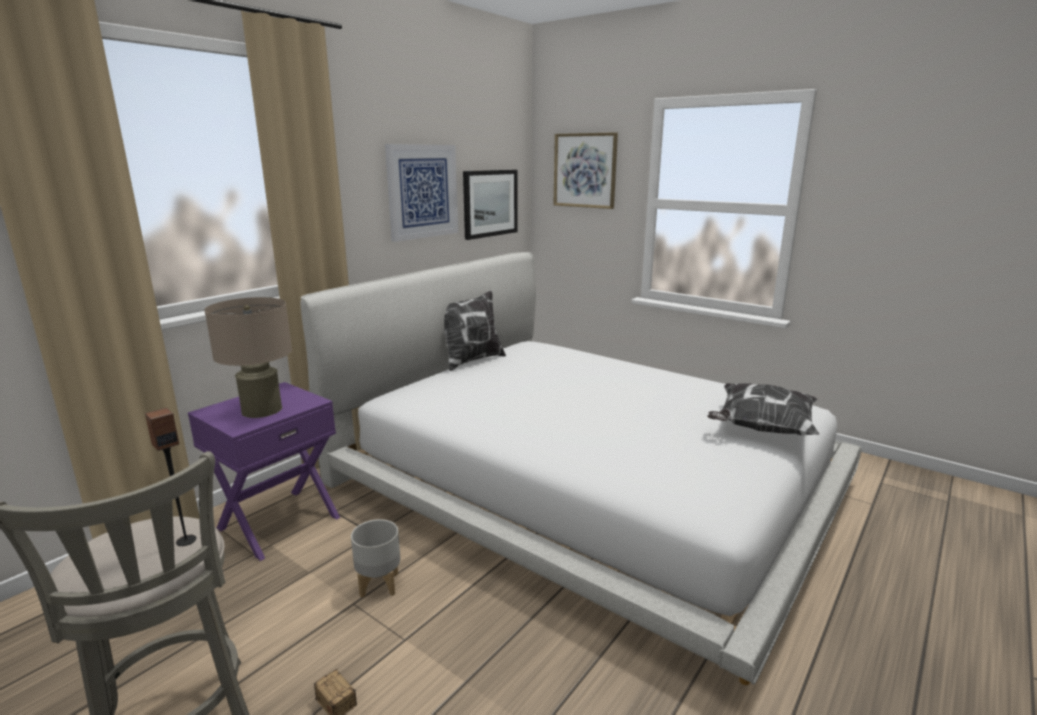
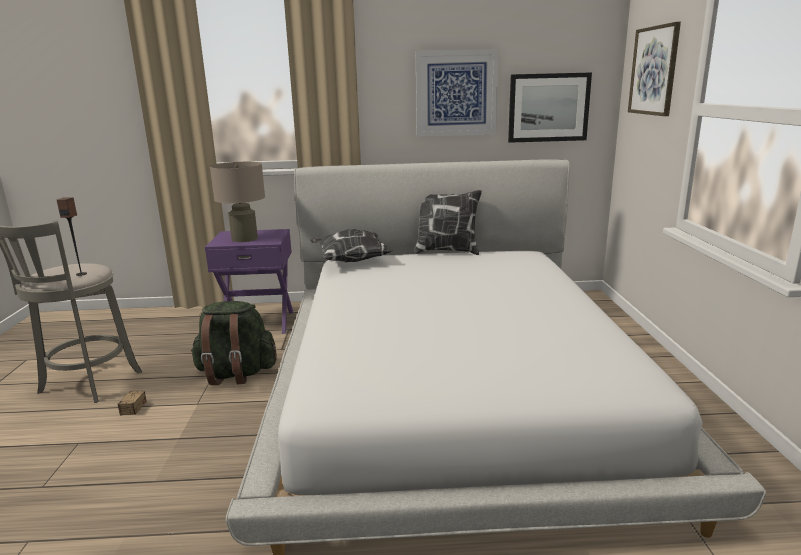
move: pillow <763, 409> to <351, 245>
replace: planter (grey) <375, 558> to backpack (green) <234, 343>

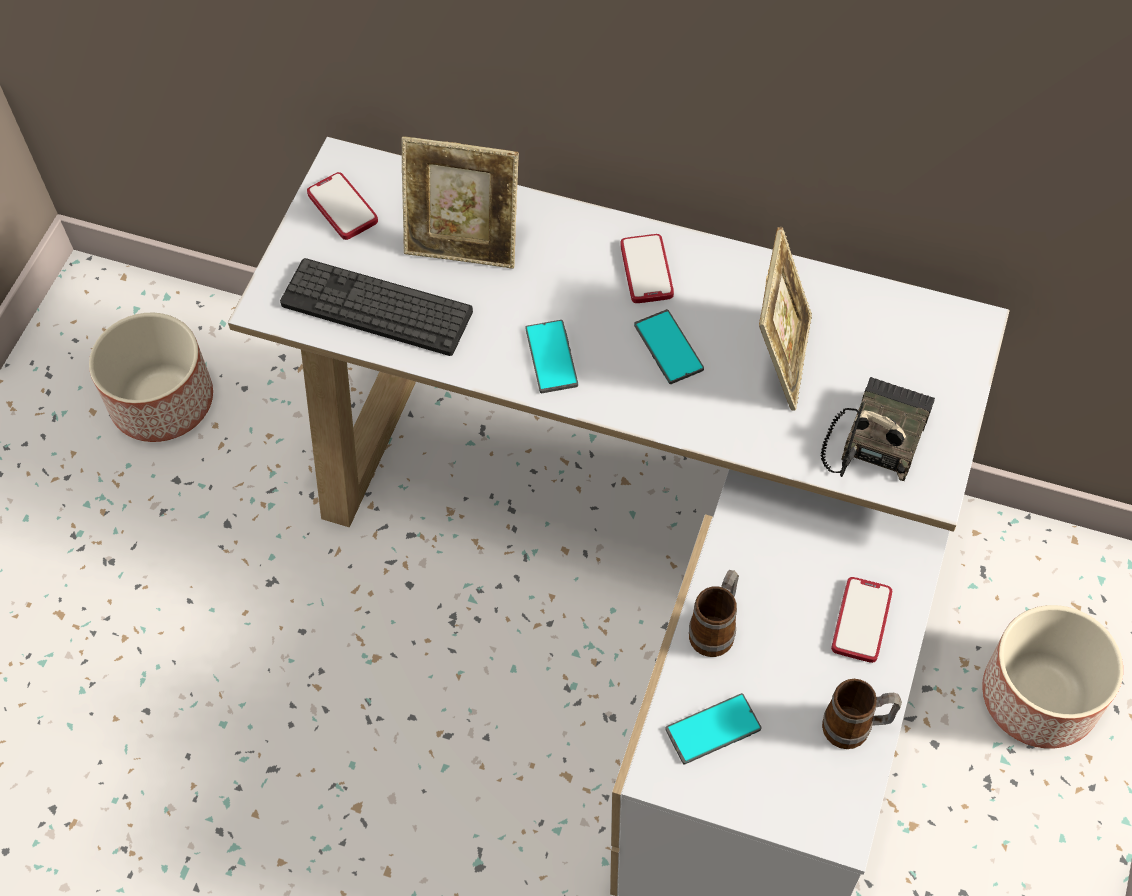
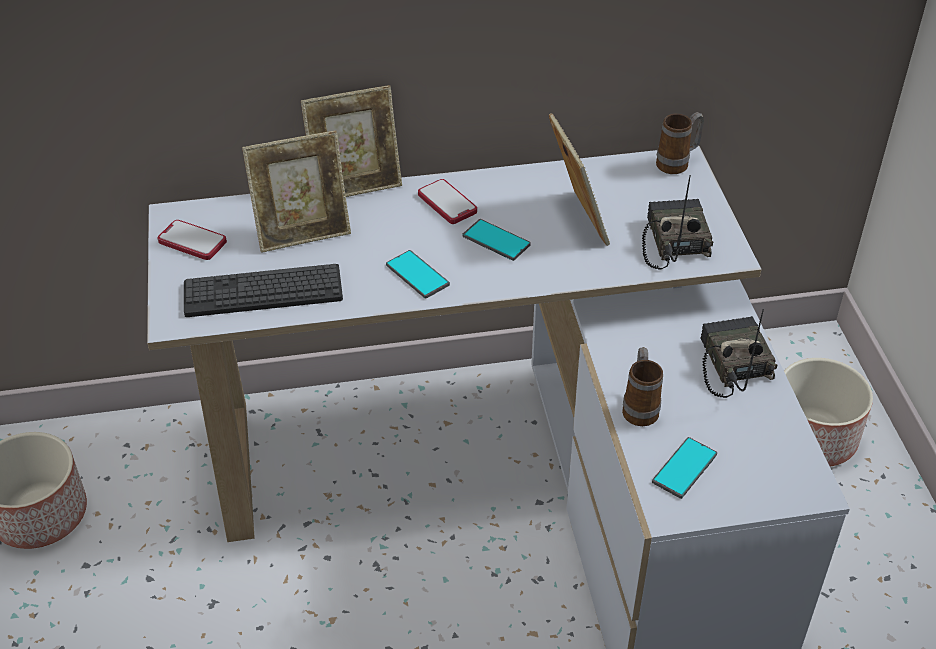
insert: picture frame <351, 141>
move: mug <862, 714> to <680, 143>
replace: phone <861, 620> to radio <739, 353>

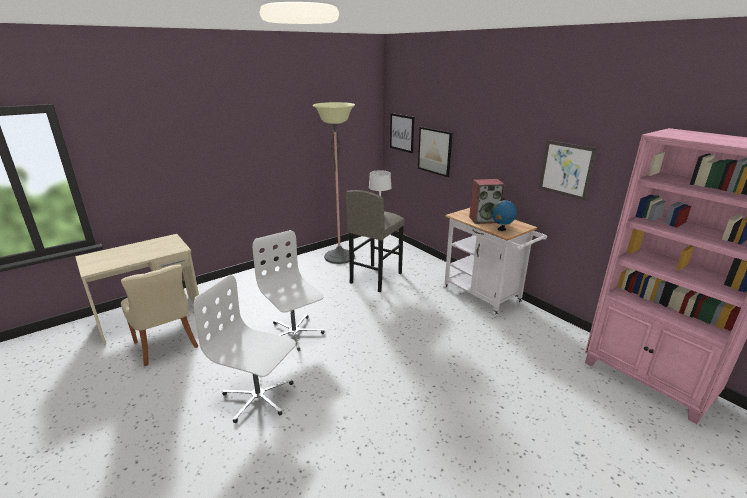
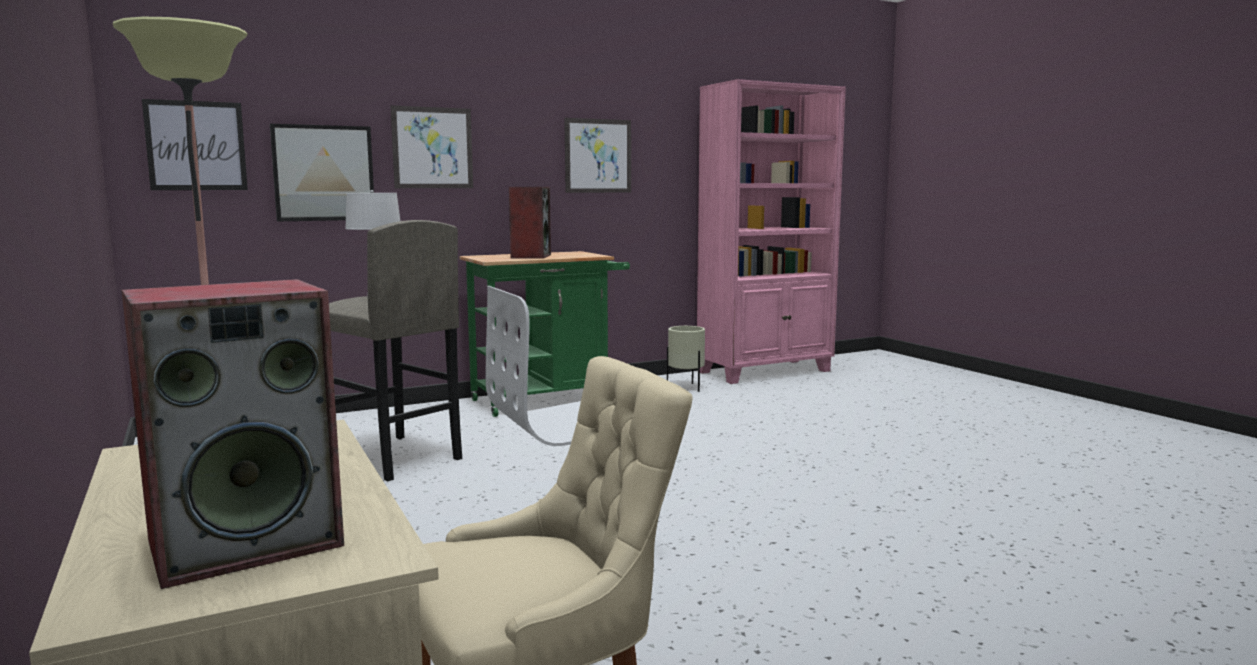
delete: office chair (white) <245, 349>; globe <504, 214>
insert: speaker <232, 434>; picture <432, 146>; planter (beige) <686, 359>
recolor: cart (white) <495, 262> to cart (green) <544, 334>

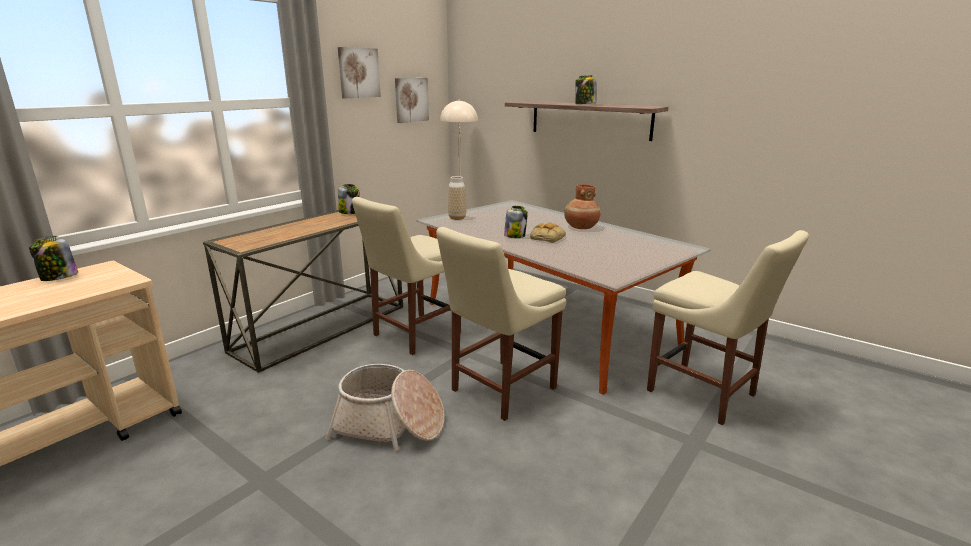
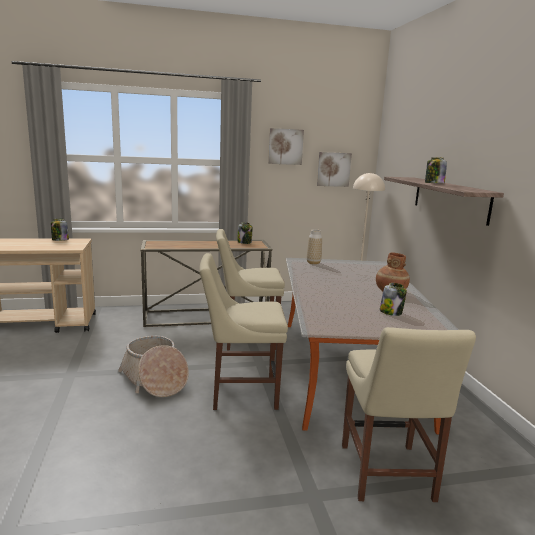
delete: bread <548, 232>
move: jar <516, 222> to <393, 299>

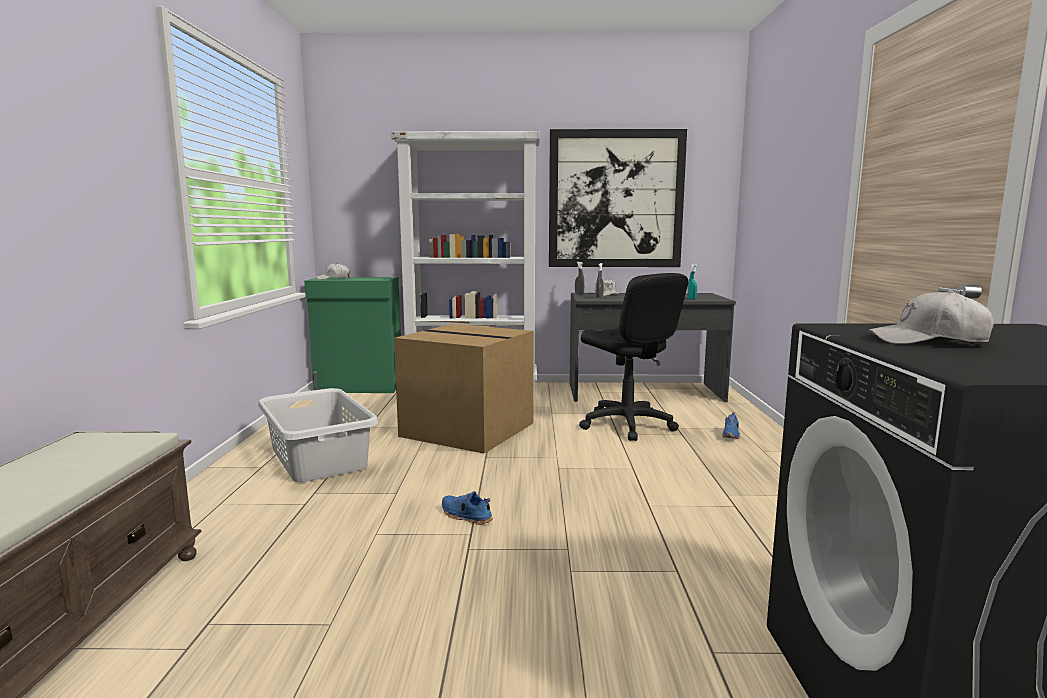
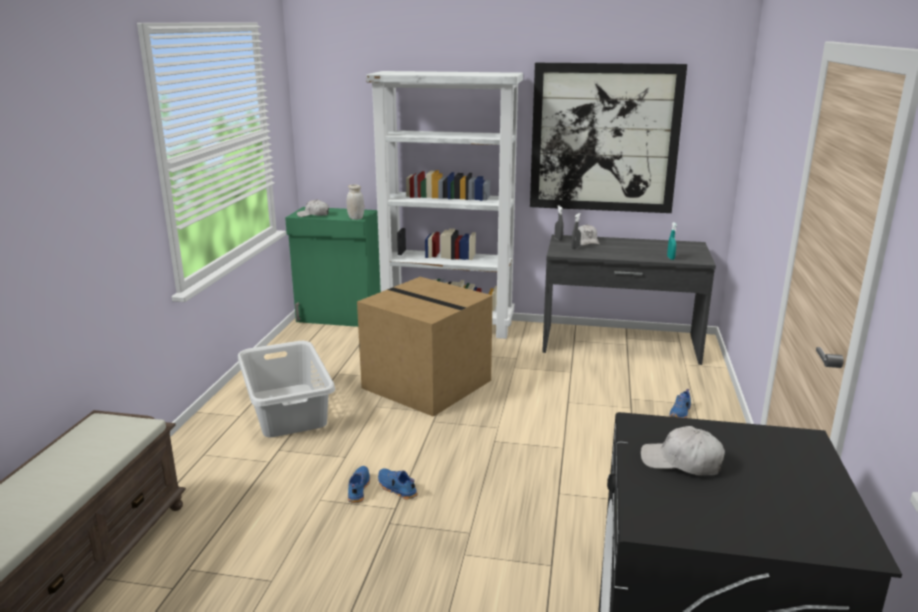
delete: office chair (black) <633, 357>
insert: jar (white) <355, 202>; shoe (blue) <359, 484>

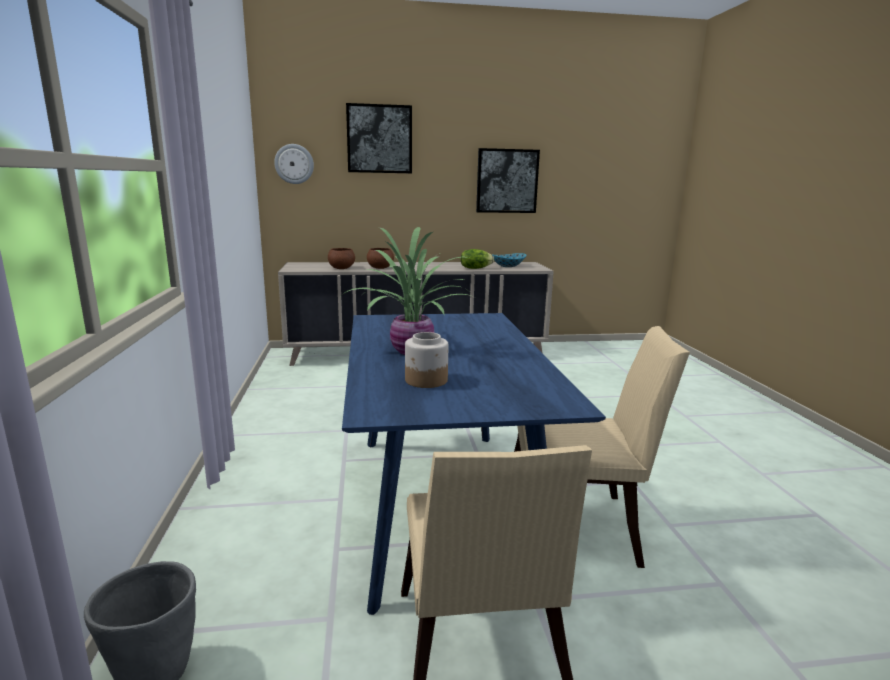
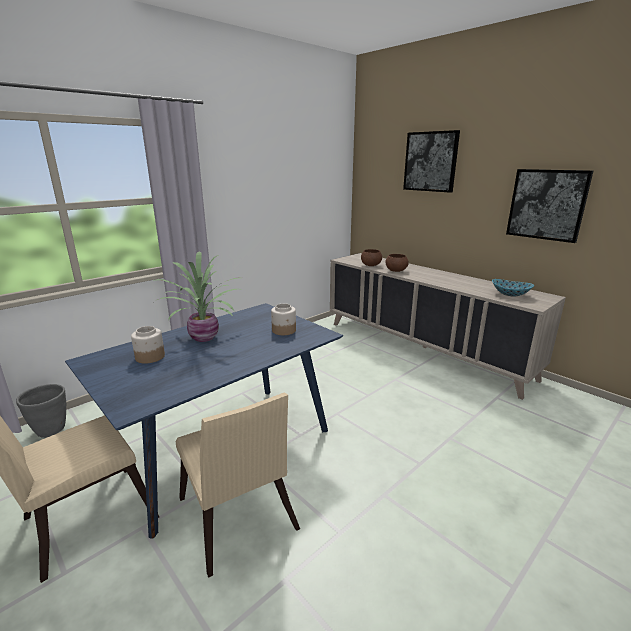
delete: wall clock <294, 164>; lettuce <477, 259>
insert: jar <283, 319>

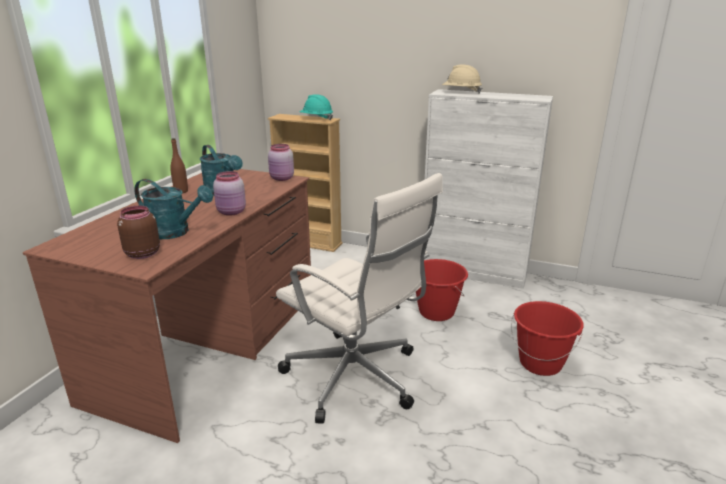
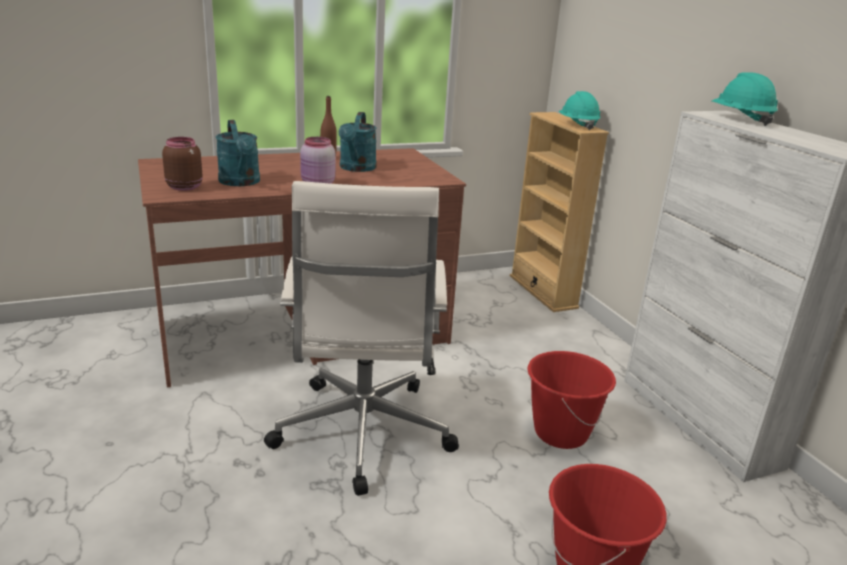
delete: jar (pink) <281, 162>
recolor: hard hat (beige) <462, 78> to hard hat (turquoise) <745, 99>

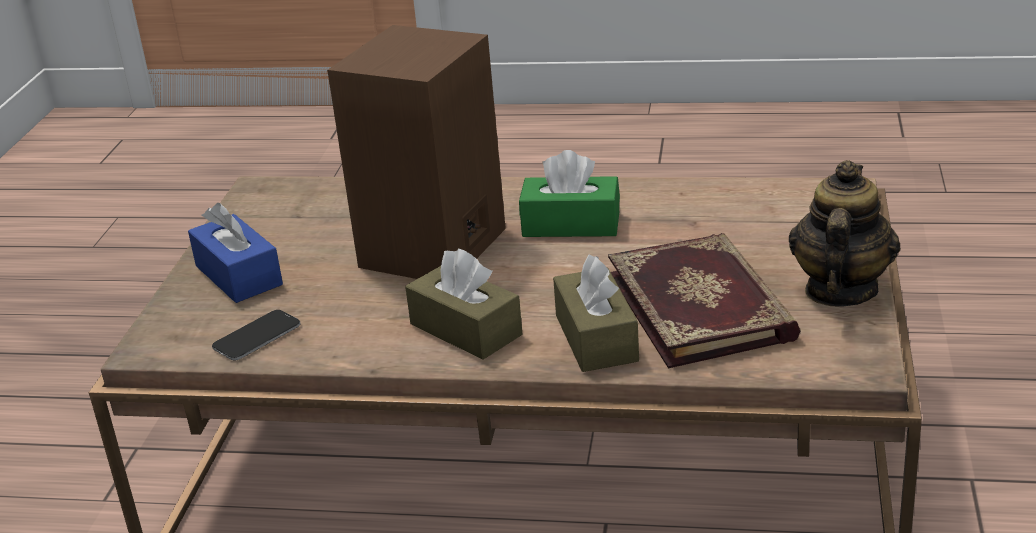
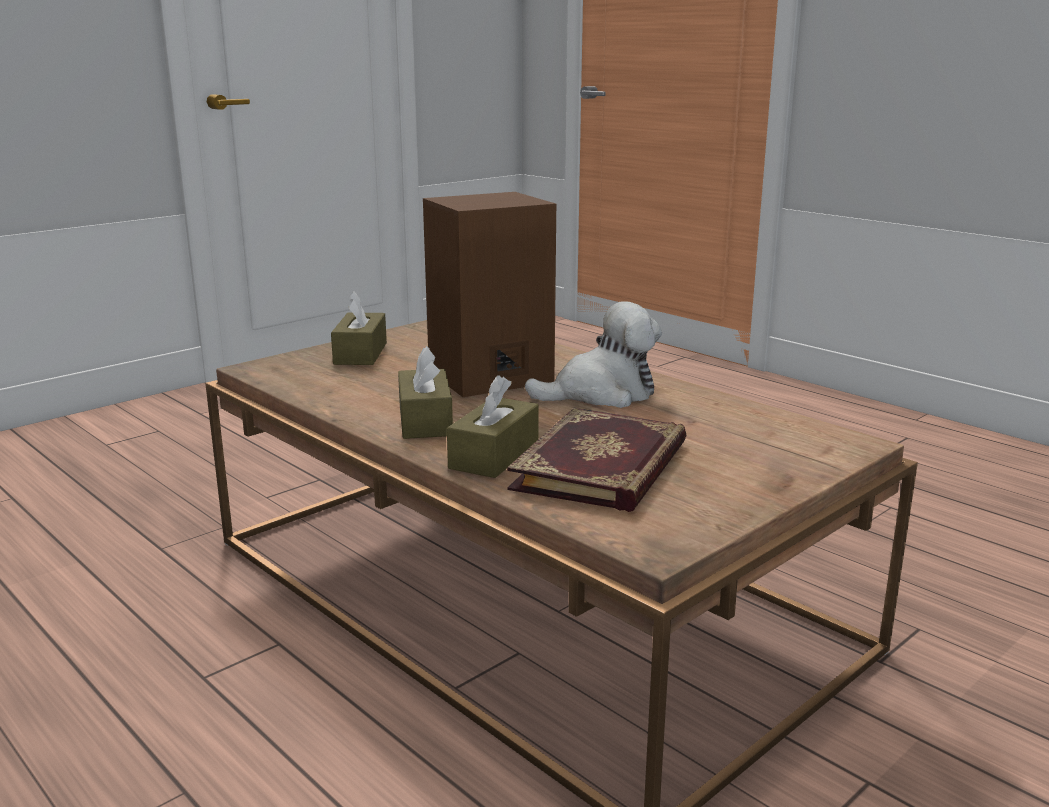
delete: phone <256, 335>; teapot <844, 233>
replace: tissue box (green) <569, 193> to plush toy <593, 355>
recolor: tissue box (blue) <235, 253> to tissue box (brown) <359, 328>

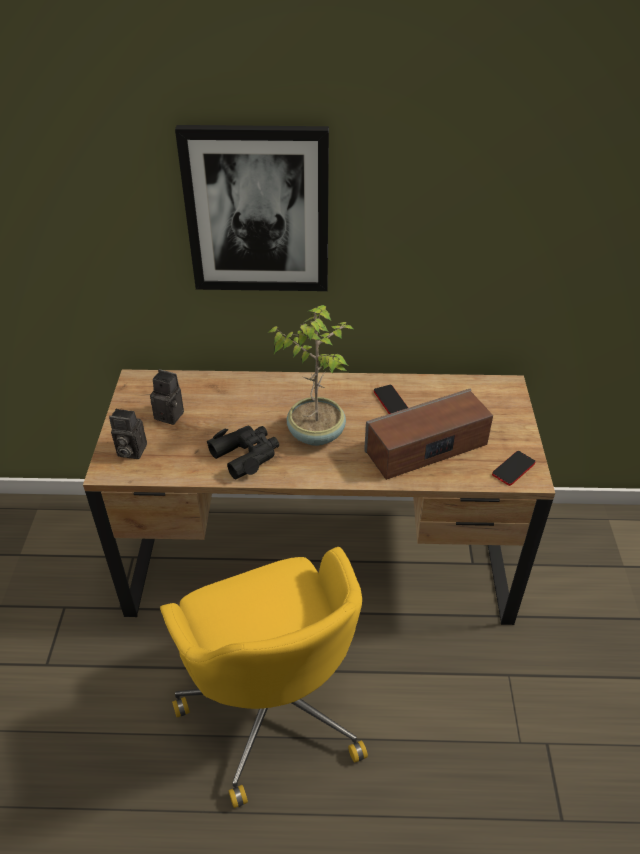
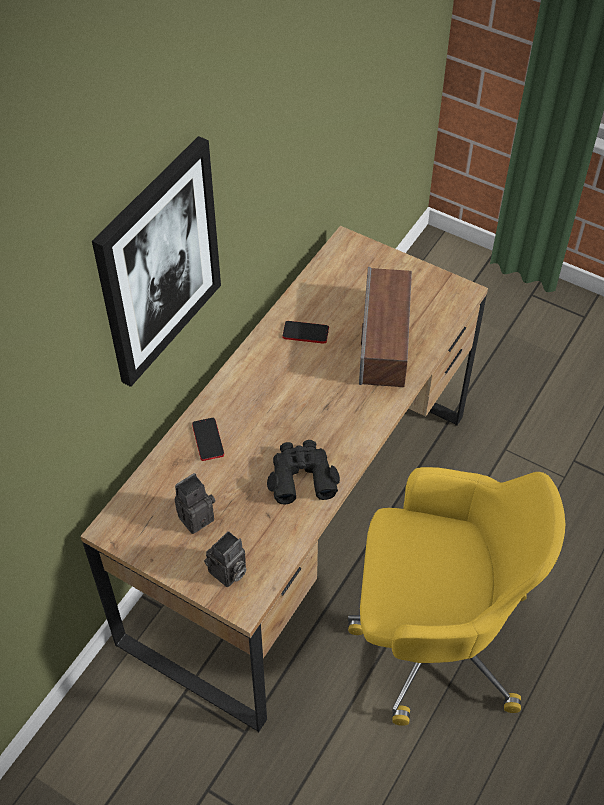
delete: potted plant <310, 375>
move: phone <513, 468> to <208, 439>

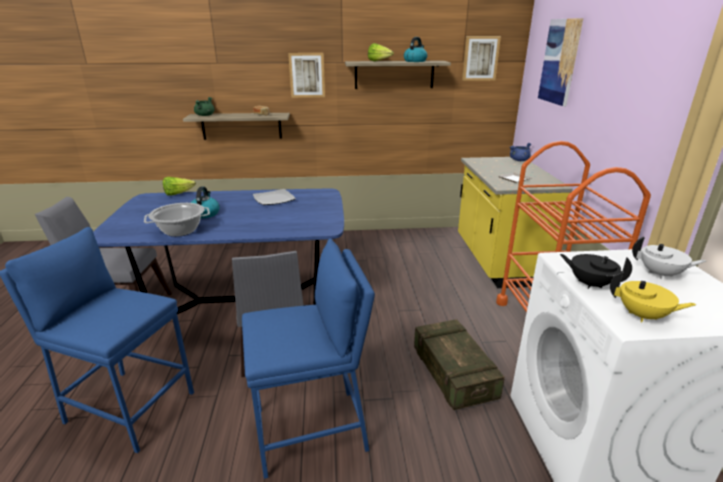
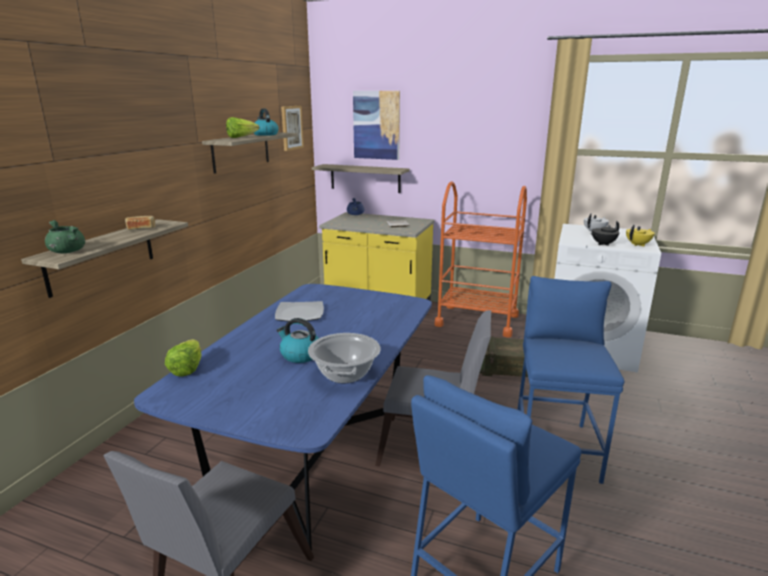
delete: picture <306, 75>
insert: shelf <360, 178>

